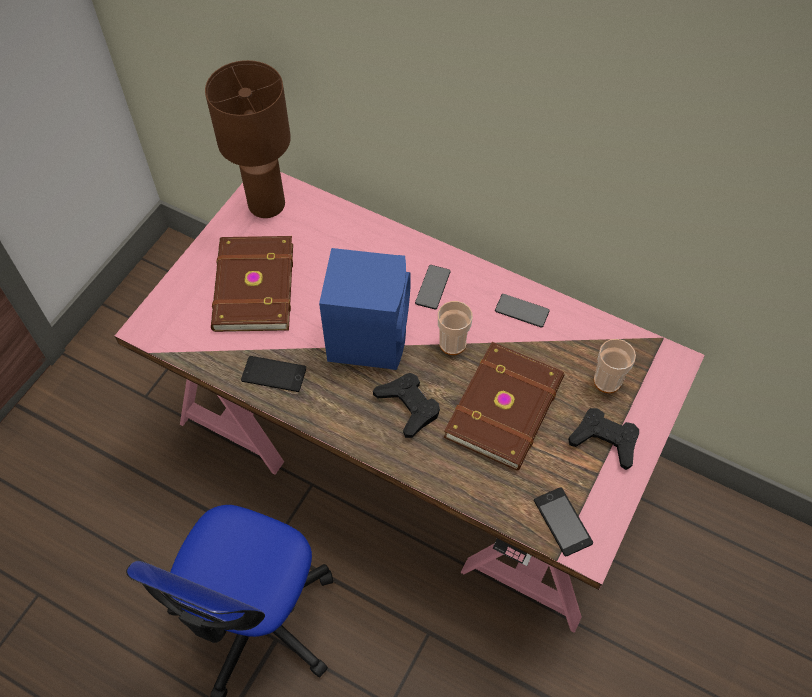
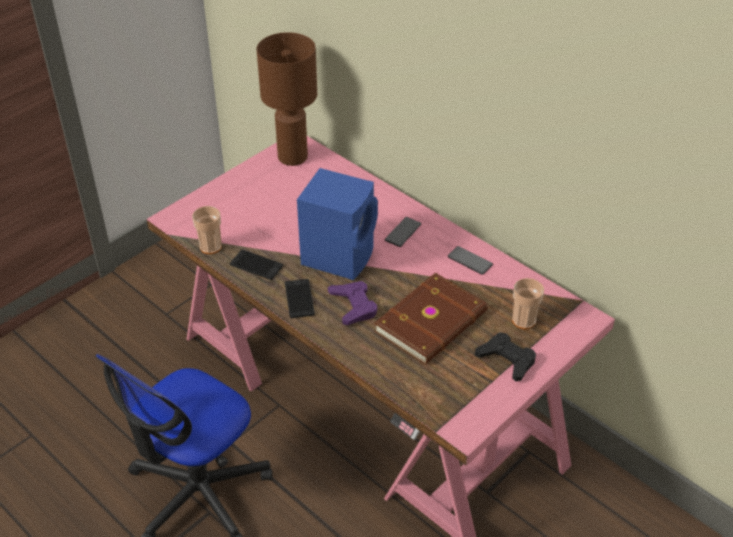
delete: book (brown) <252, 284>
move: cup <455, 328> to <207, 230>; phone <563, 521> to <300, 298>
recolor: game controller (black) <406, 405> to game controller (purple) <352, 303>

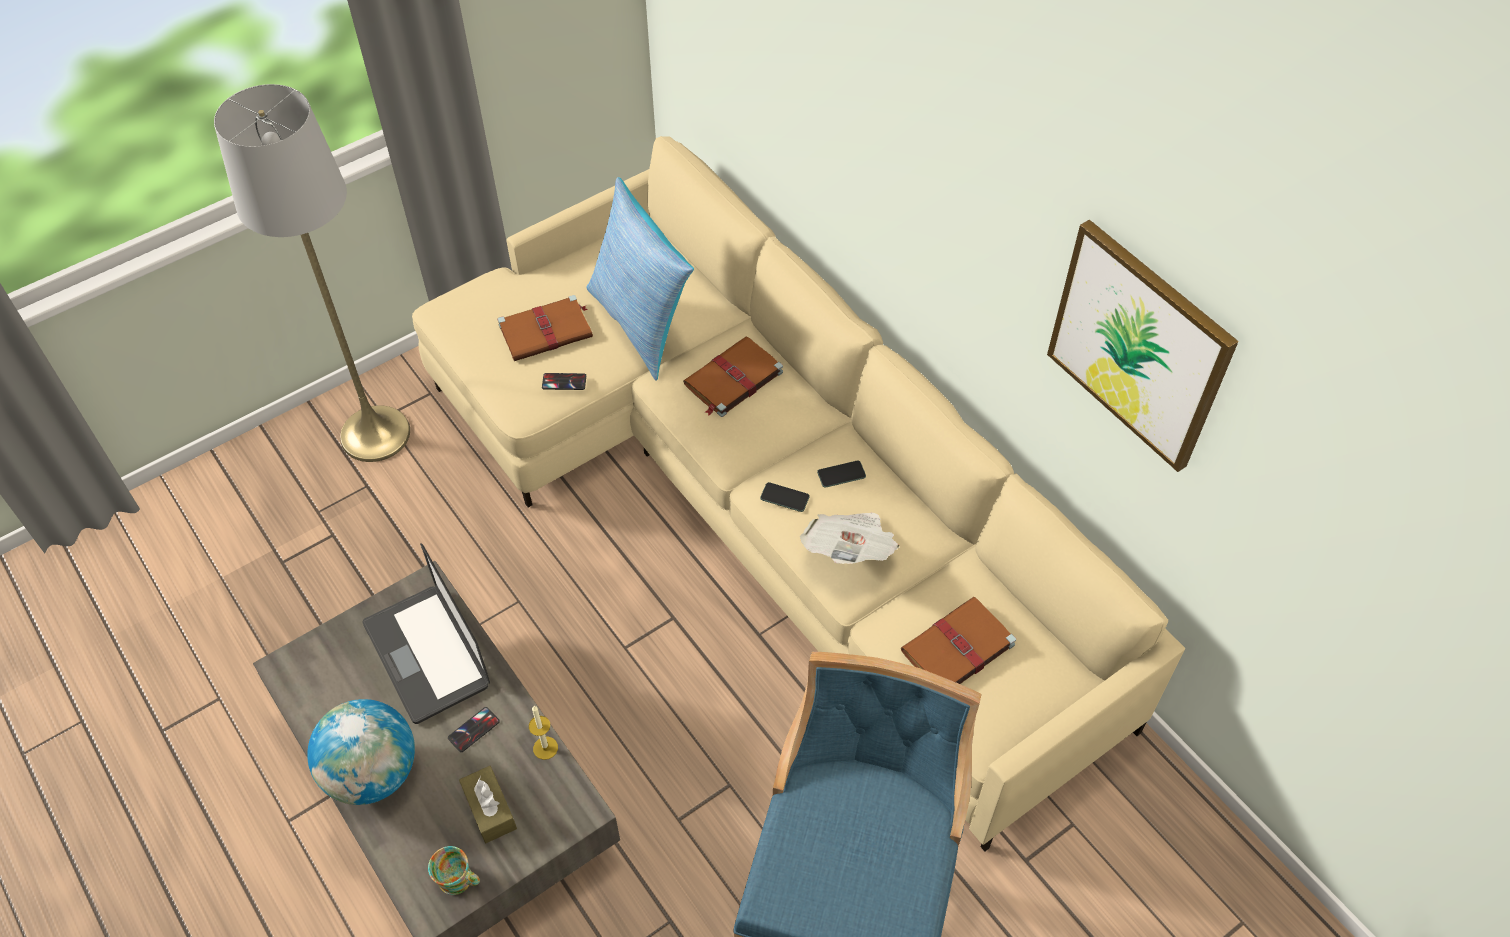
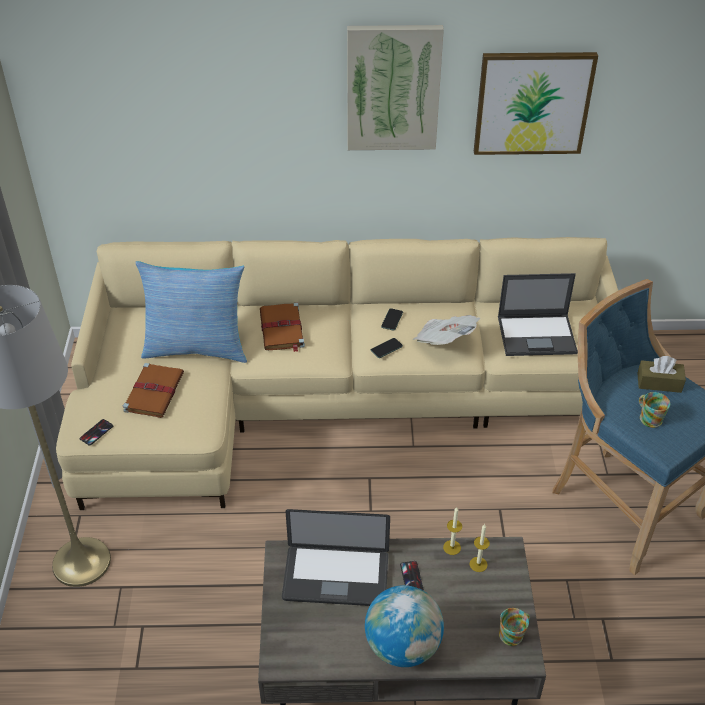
insert: picture <395, 87>; candle <479, 548>; mug <654, 410>
move: phone <564, 381> to <96, 432>; tissue box (brown) <488, 804> to <661, 374>
replace: book (brown) <958, 640> to laptop <538, 314>

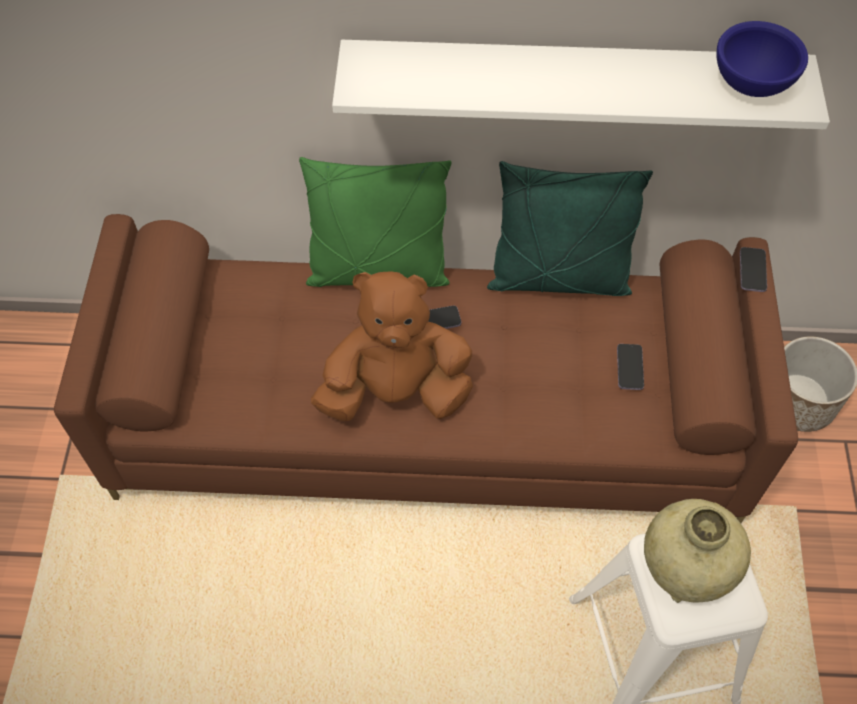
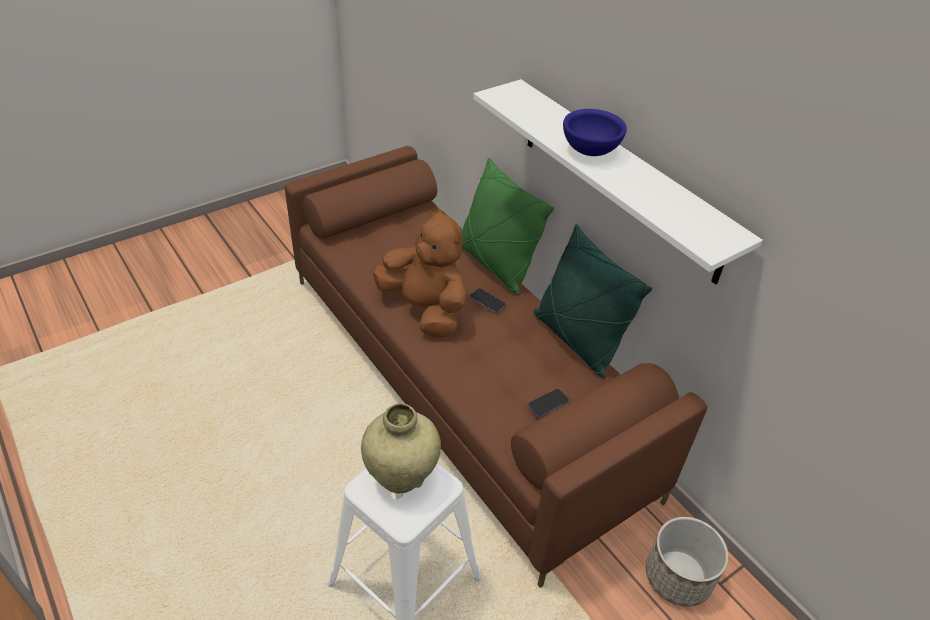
delete: phone <753, 269>
move: bowl (blue) <762, 59> to <595, 132>

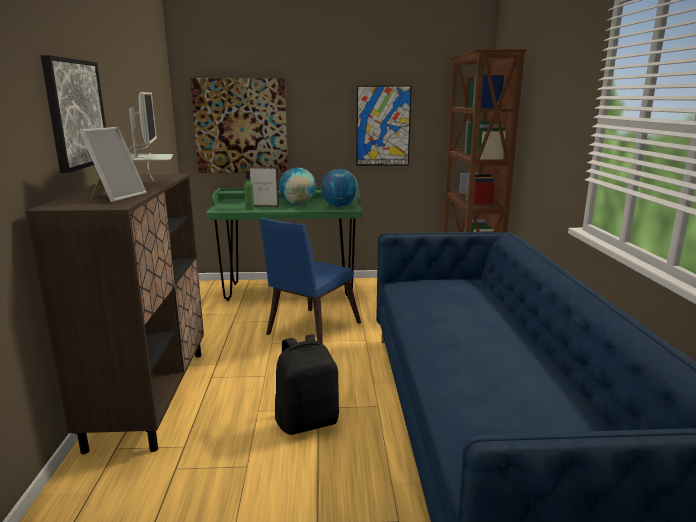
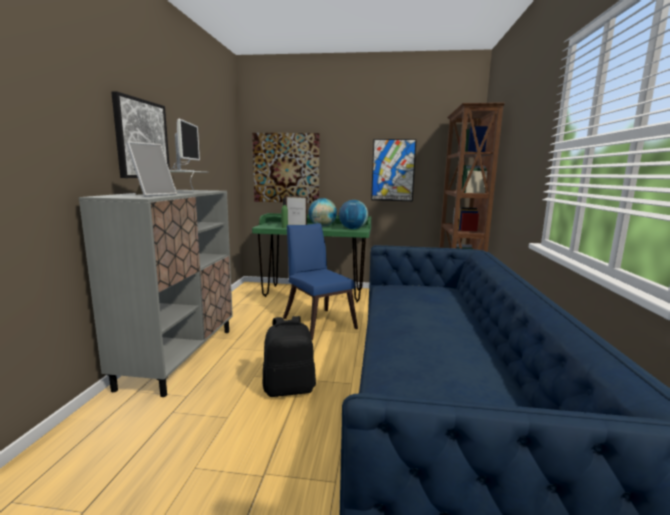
recolor: cabinet (brown) <115, 314> to cabinet (grey) <156, 293>
rotate: chair (blue) <310, 281> = <320, 281> 105 degrees clockwise

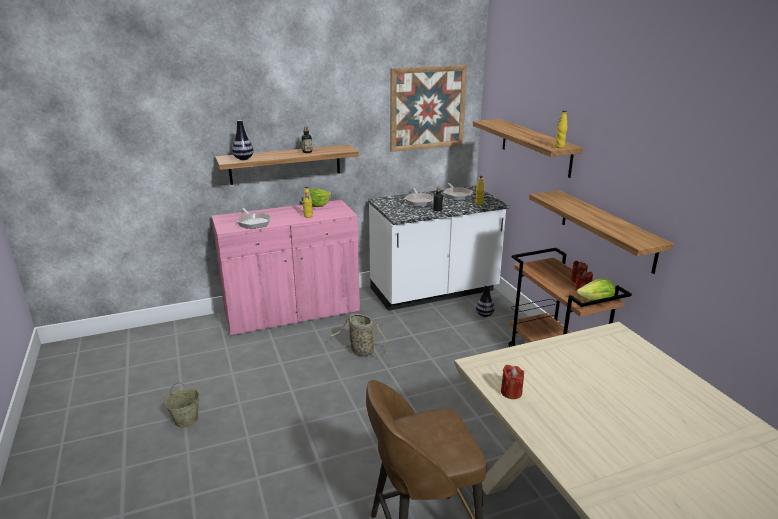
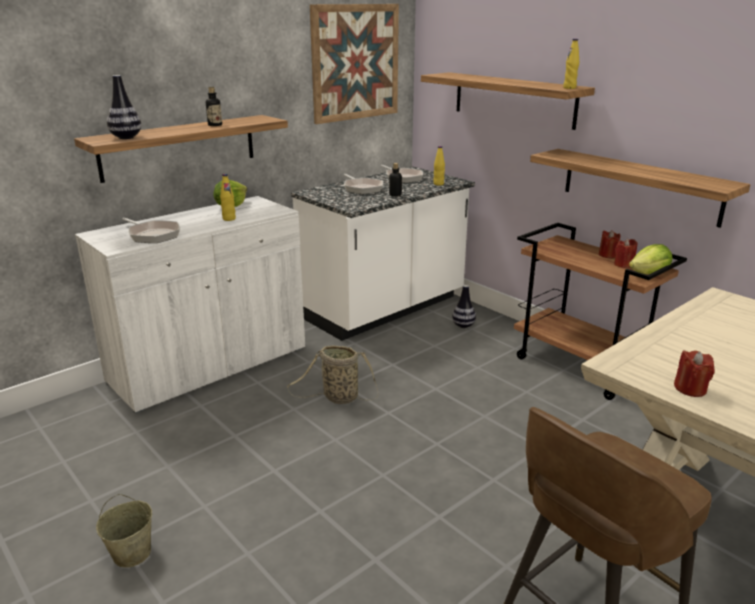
recolor: cabinet (pink) <286, 268> to cabinet (white) <190, 305>

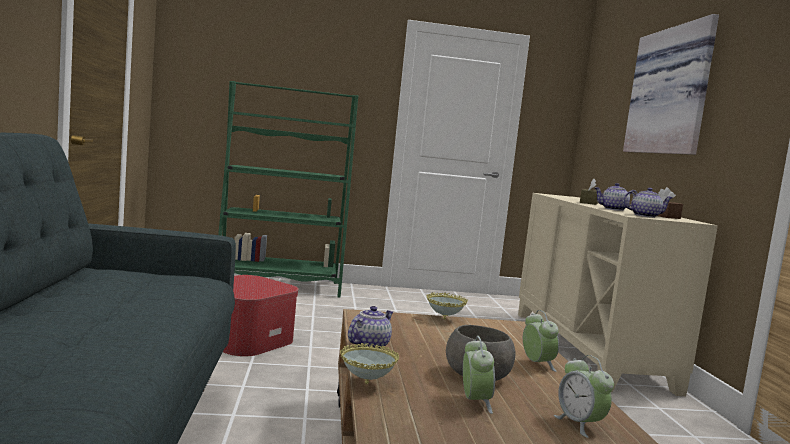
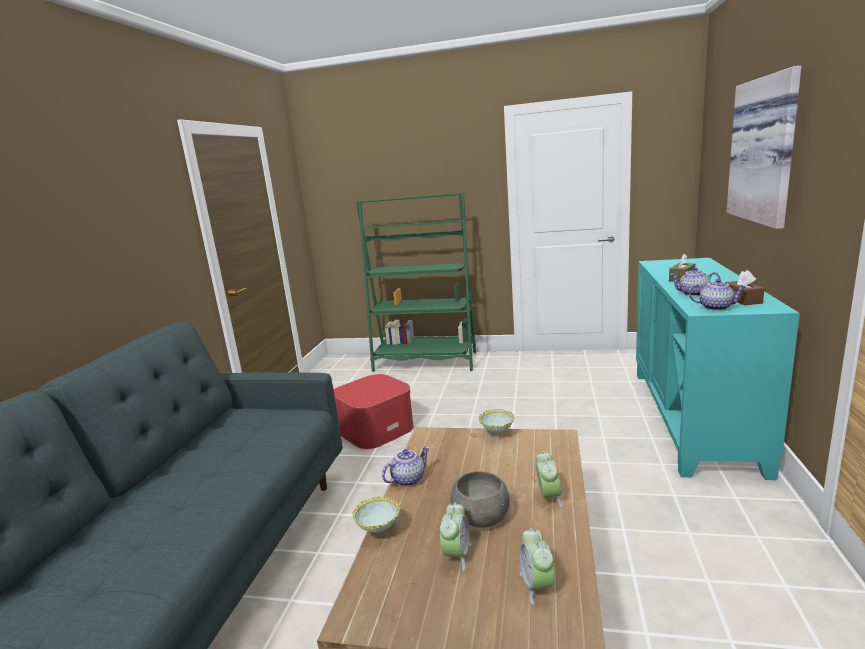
recolor: cabinet (beige) <618, 294> to cabinet (turquoise) <718, 369>

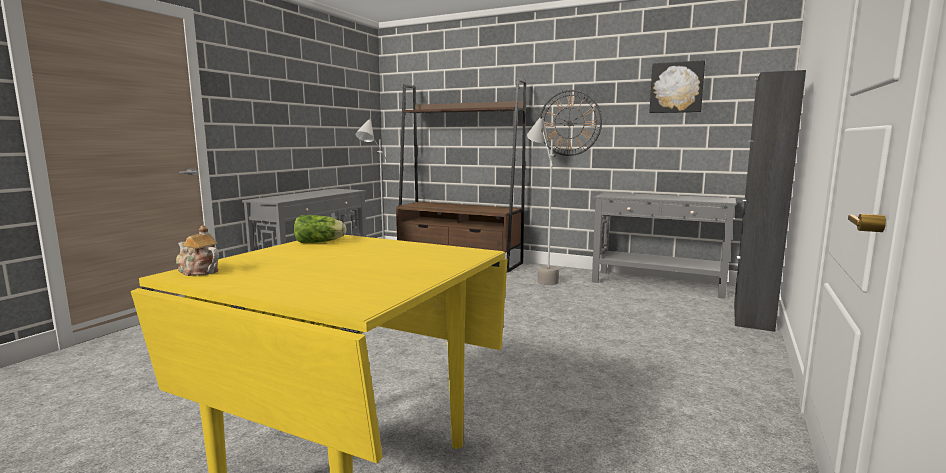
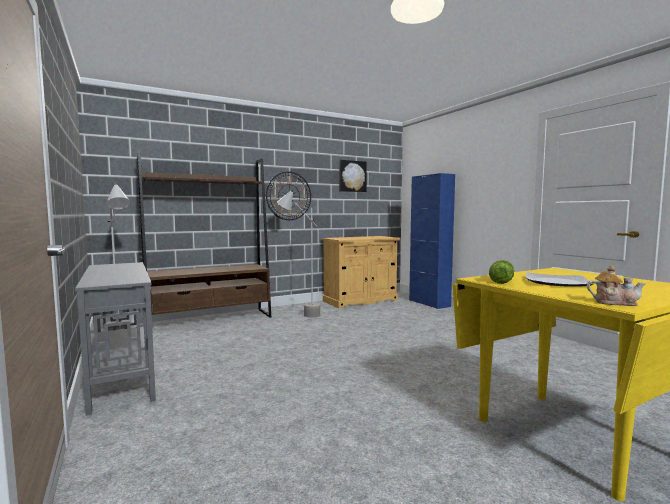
insert: plate <560, 279>
replace: console table (grey) <664, 245> to cabinet (beige) <361, 272>
recolor: cabinet (black) <770, 201> to cabinet (blue) <432, 241>
rotate: teapot <197, 250> = <616, 286> 135 degrees counterclockwise

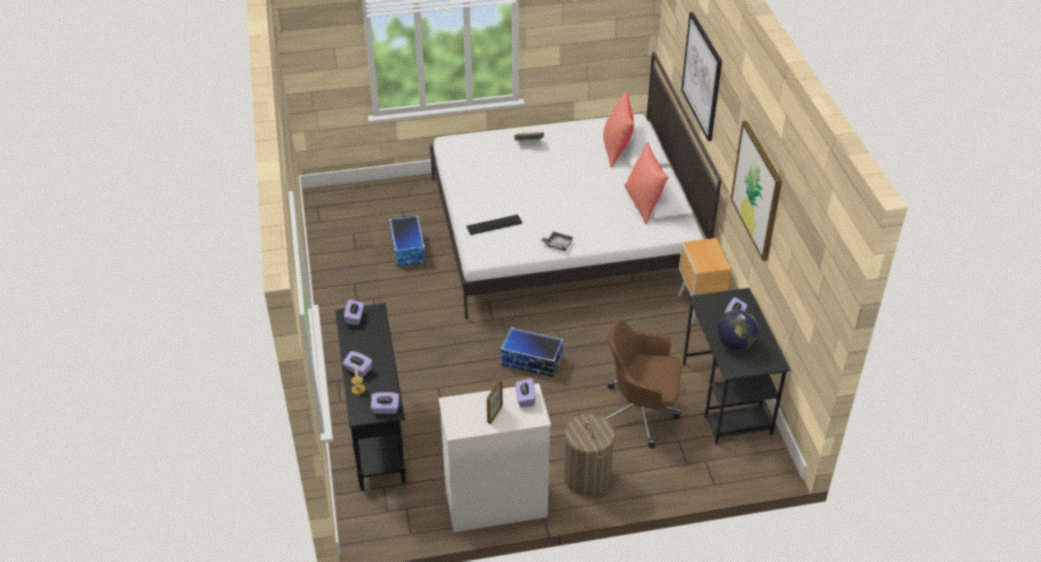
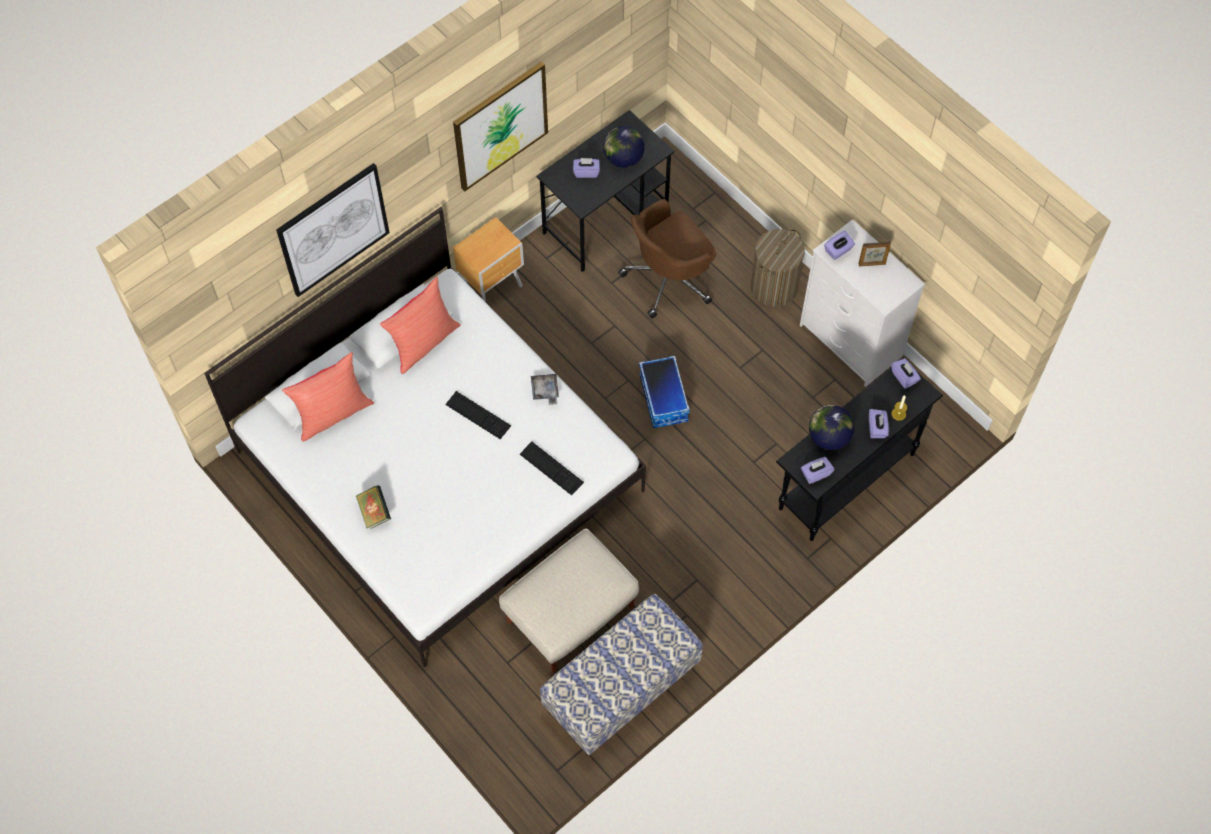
insert: keyboard <478, 415>; bench <621, 675>; globe <831, 427>
replace: storage box <407, 241> to ottoman (beige) <569, 600>
rotate: office chair (brown) <643, 383> = <667, 258> 75 degrees clockwise

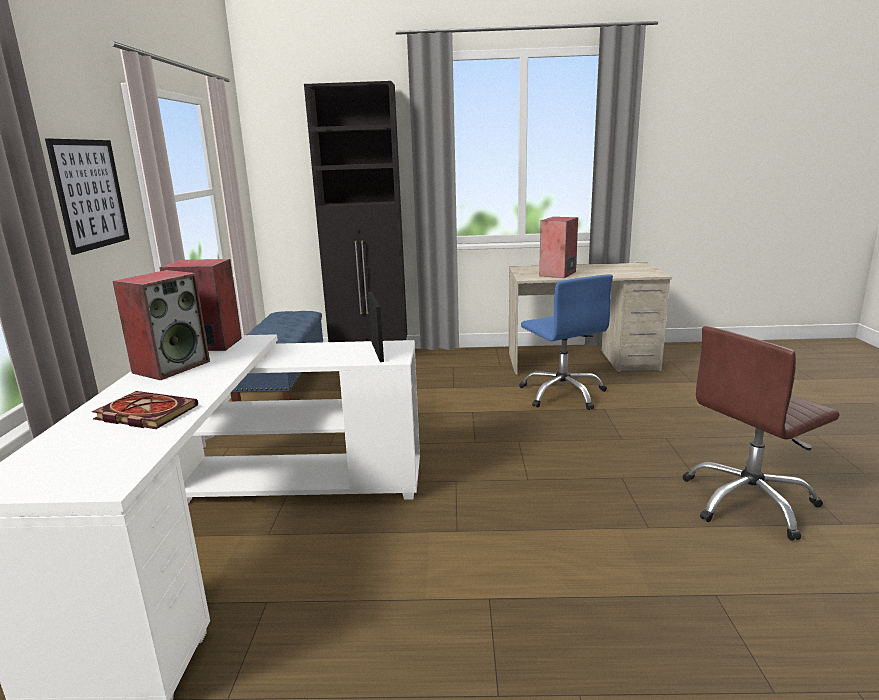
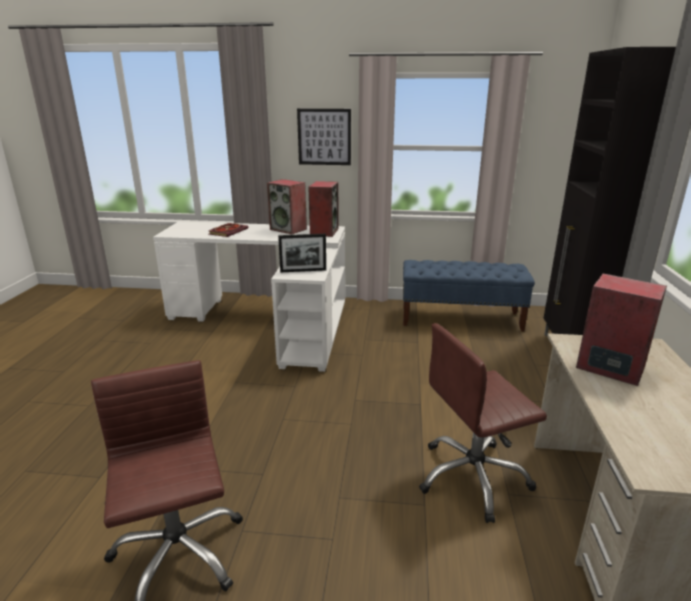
recolor: office chair (blue) <566, 342> to office chair (brown) <483, 423>

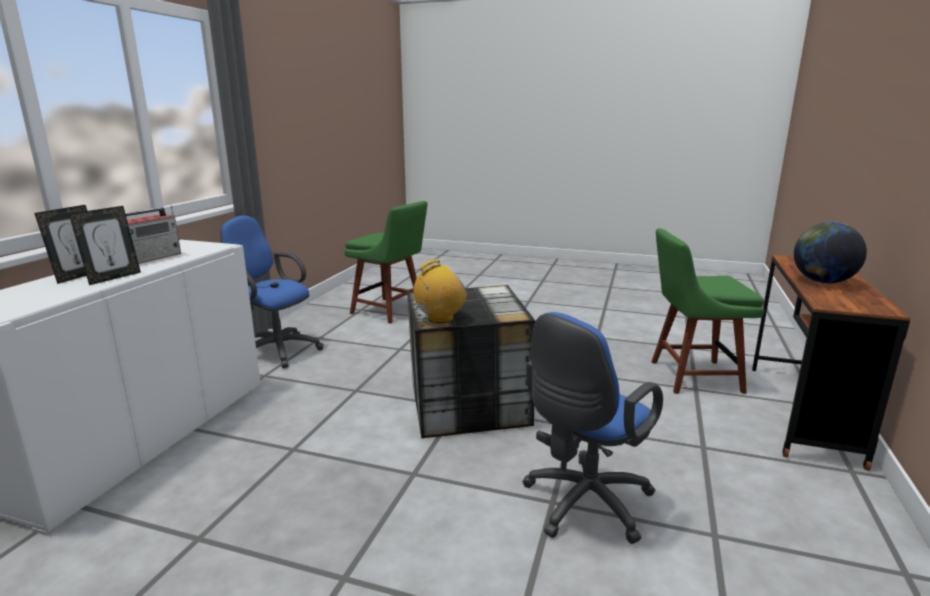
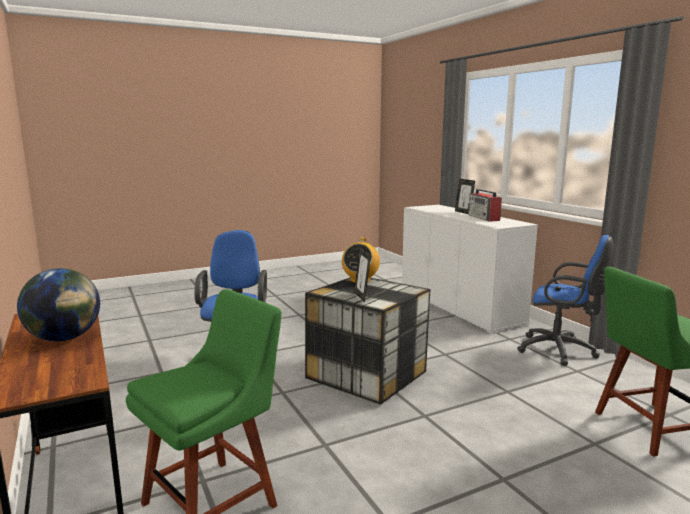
move: picture frame <105, 245> to <362, 274>
rotate: office chair (blue) <272, 291> = <565, 300> 45 degrees clockwise

